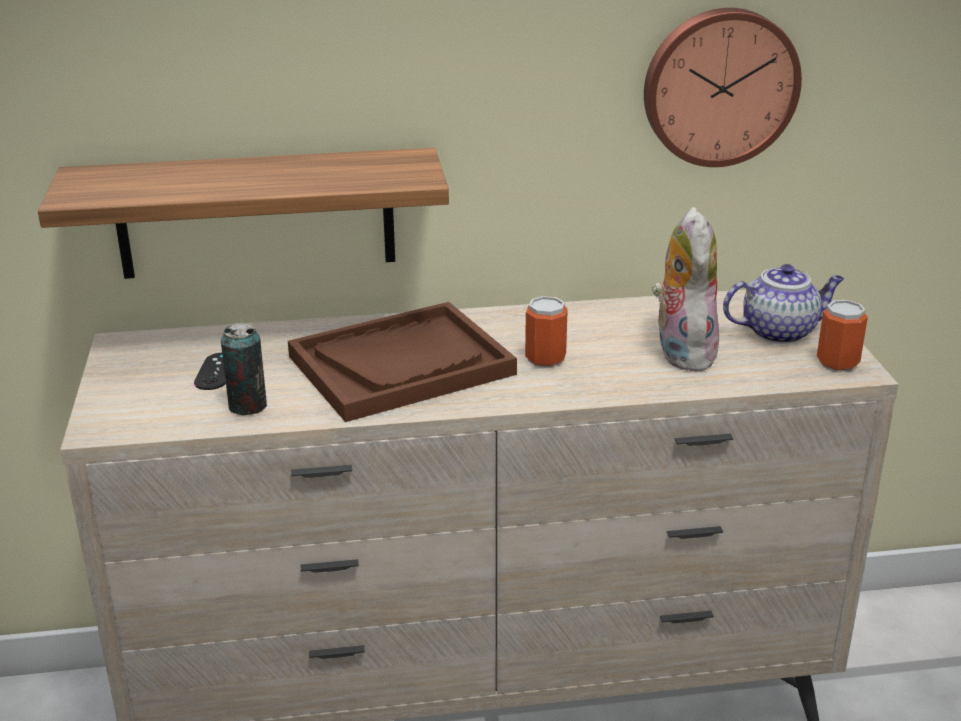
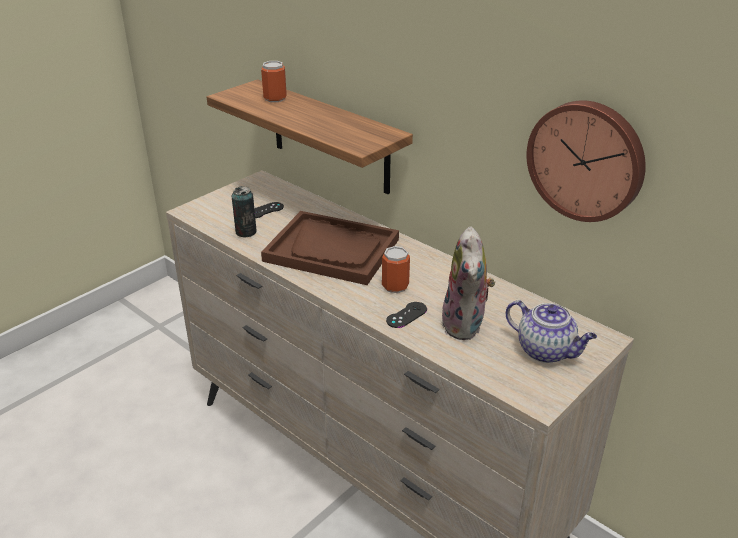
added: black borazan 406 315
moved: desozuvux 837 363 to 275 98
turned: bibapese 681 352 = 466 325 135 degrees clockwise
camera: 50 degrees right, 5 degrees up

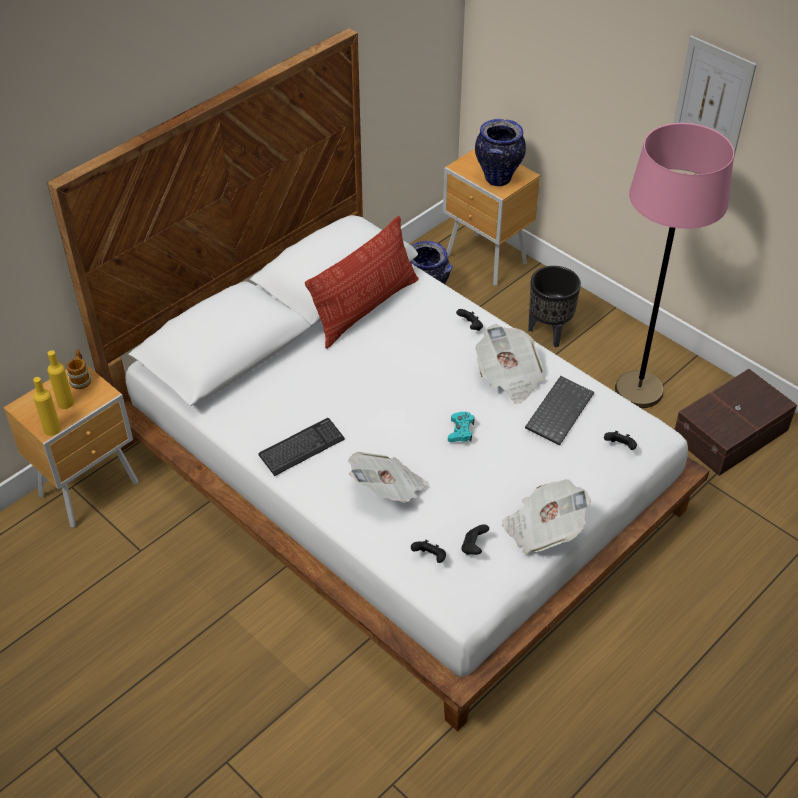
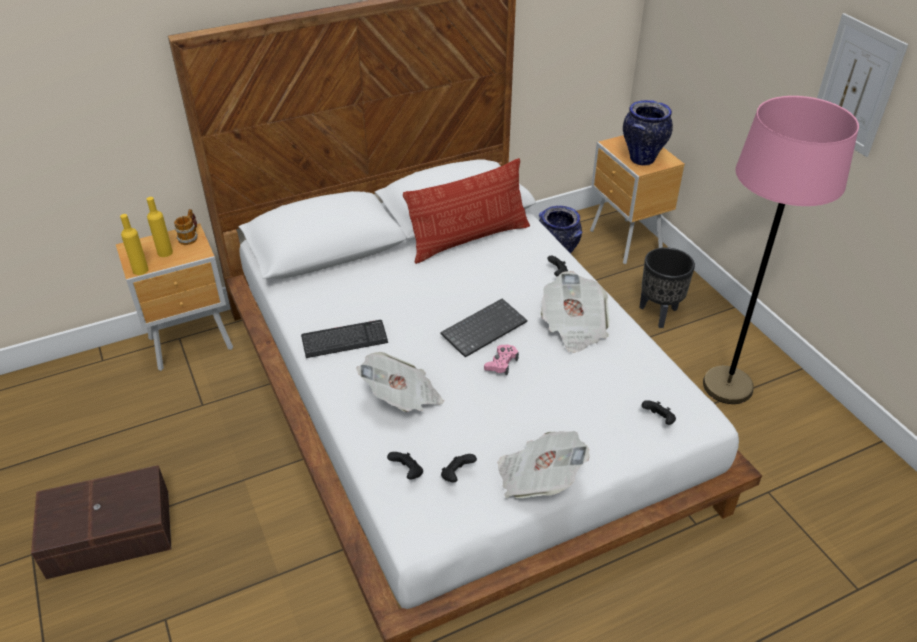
moved: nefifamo 558 410 to 484 328; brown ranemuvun 732 434 to 111 535
recoloured: turquoise borazan 461 431 to pink borazan 501 363
camera: 20 degrees right, 5 degrees down

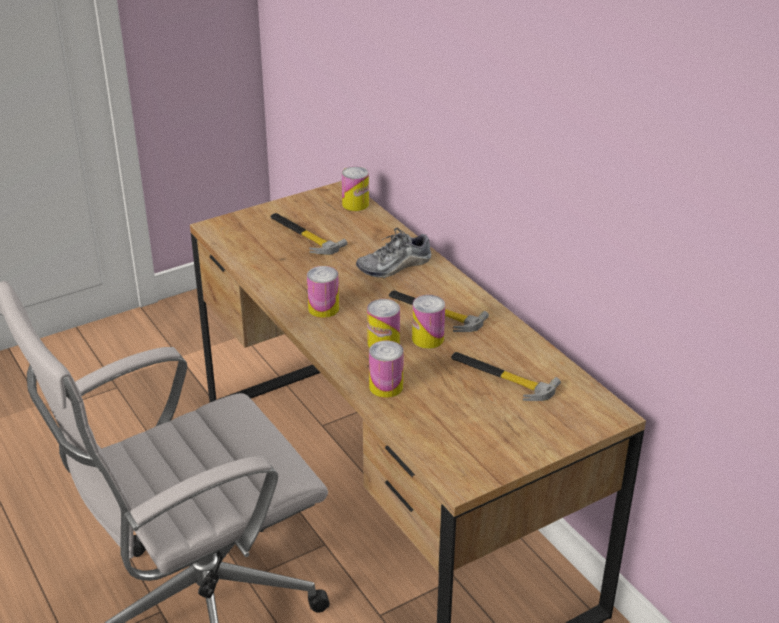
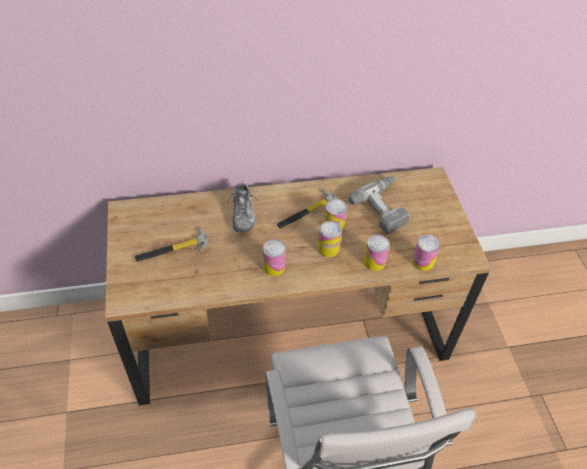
moved: desozuvux 355 204 to 422 262
replaced: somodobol 501 378 to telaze 386 207
camera: 70 degrees left, 15 degrees up

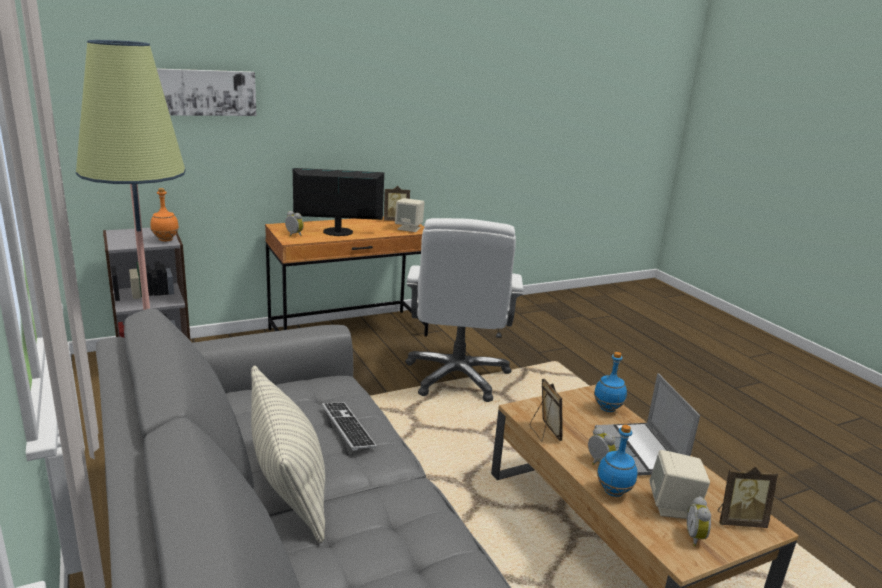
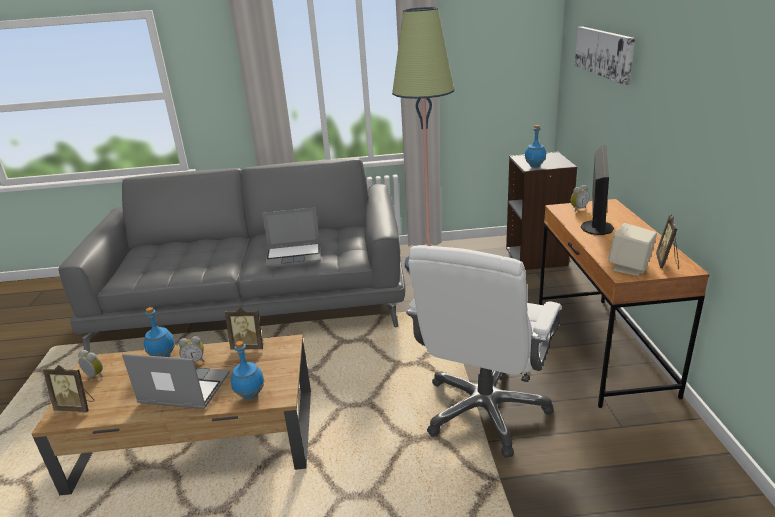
removed: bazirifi 288 486; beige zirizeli 673 506
replaced: nefifamo 348 427 to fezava 295 256
recoloured: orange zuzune 166 240 to blue zuzune 535 166
turned: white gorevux 457 377 = 484 410 90 degrees counterclockwise; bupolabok 738 521 = 76 406 105 degrees counterclockwise
camera: 115 degrees right, 5 degrees up

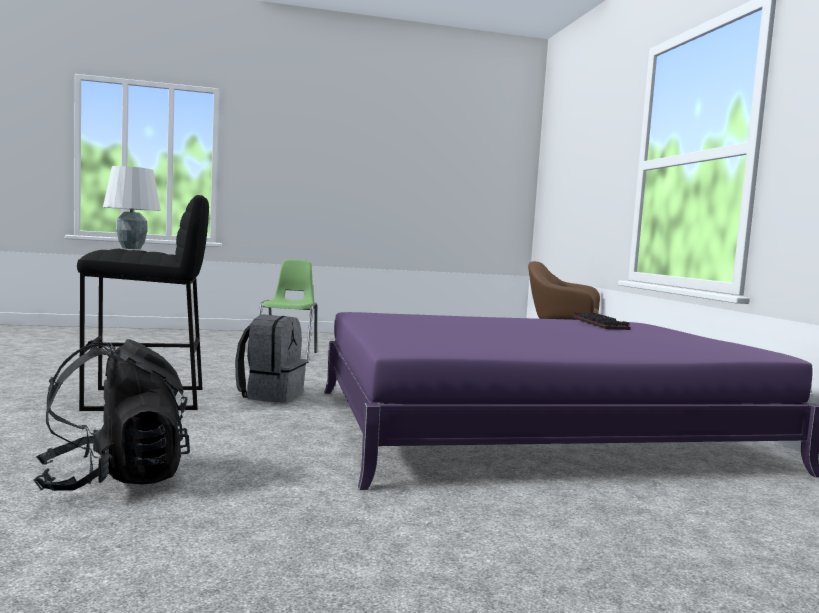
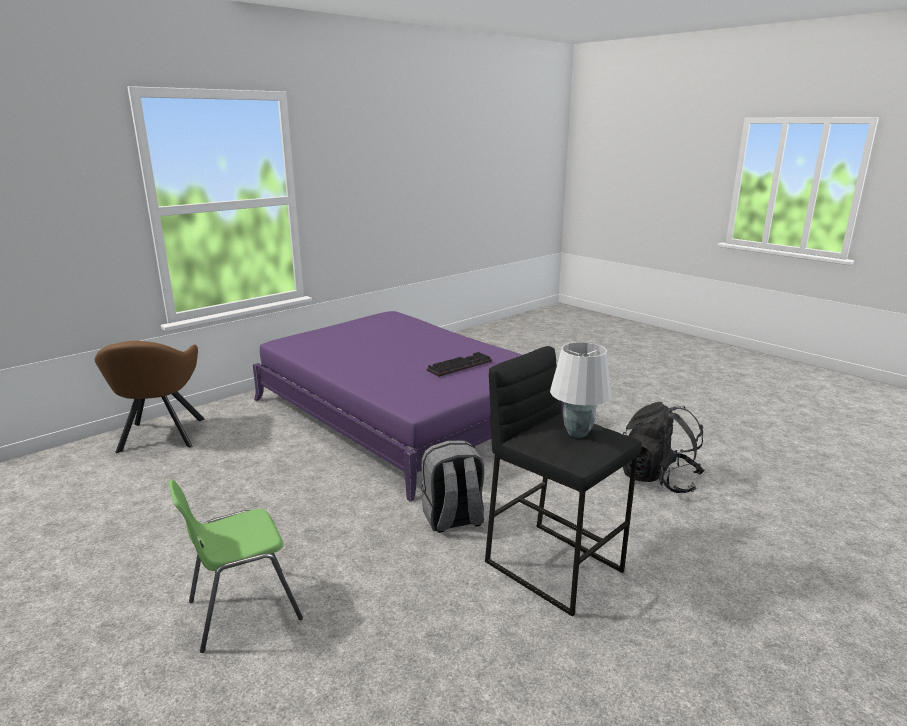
moved: nefifamo 601 324 to 459 365
camera: 120 degrees left, 15 degrees up

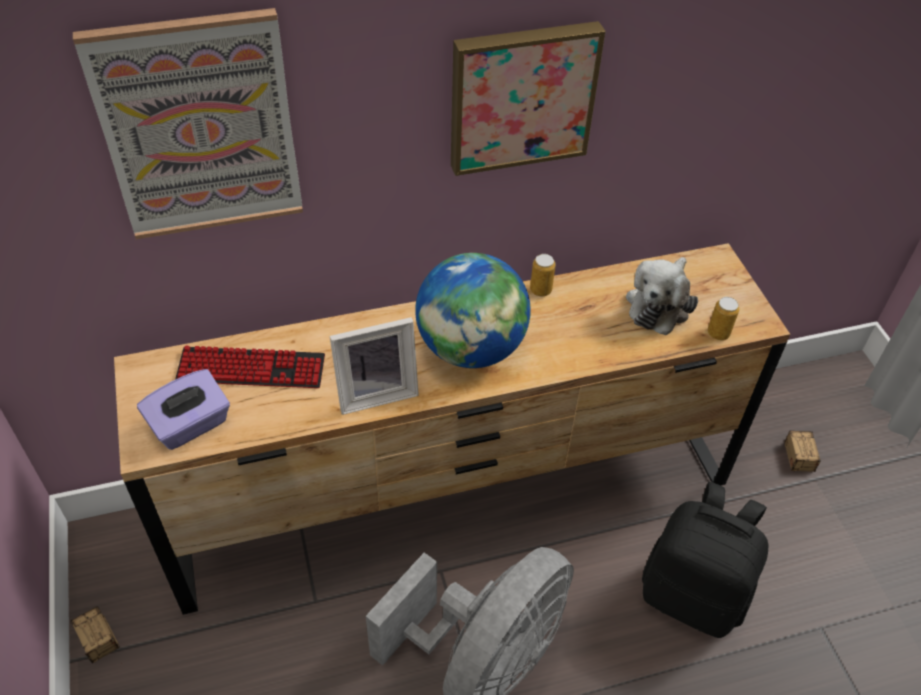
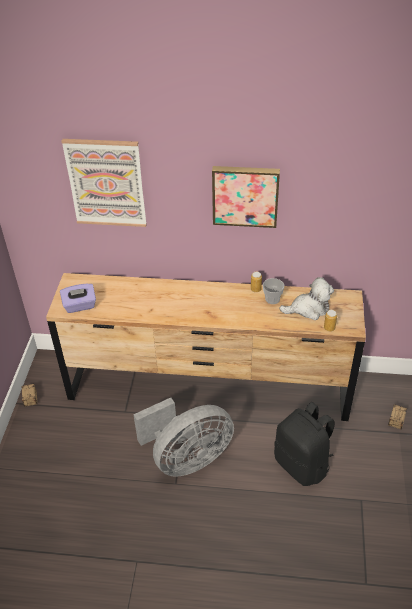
removed: nefifamo 251 369; bupolabok 376 392; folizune 471 348
added: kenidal 272 299
turned: bibapese 659 304 = 308 309 150 degrees counterclockwise
camera: 25 degrees right, 5 degrees down

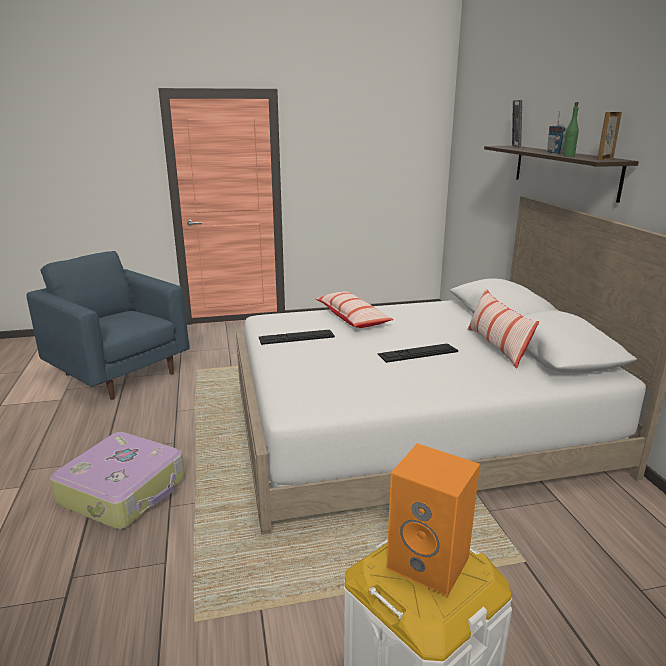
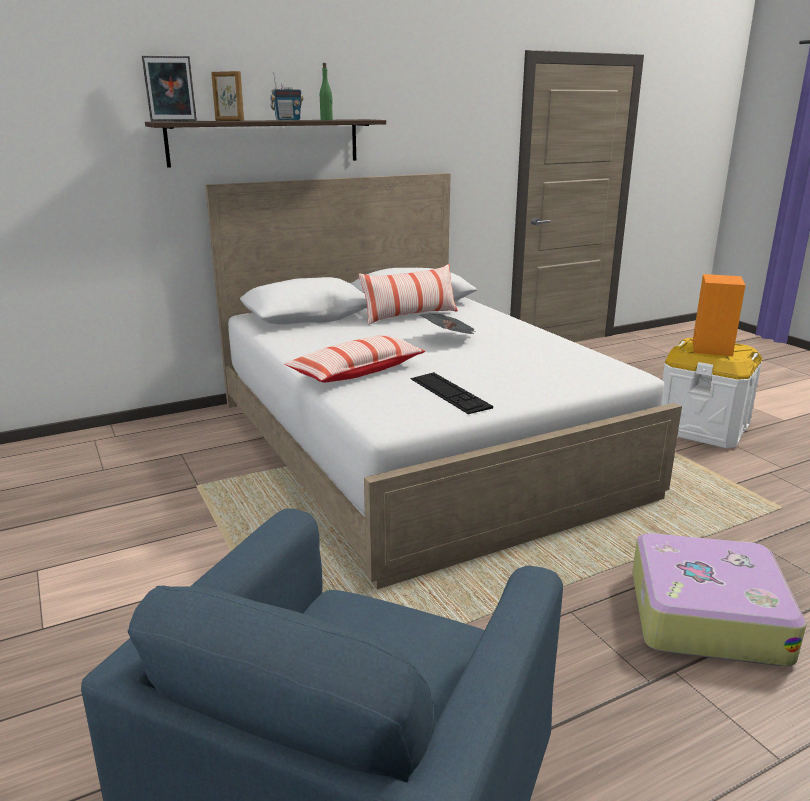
moved: bupolabok 605 159 to 229 120
replaced: nefifamo 418 353 to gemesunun 450 339
camera: 105 degrees left, 0 degrees up

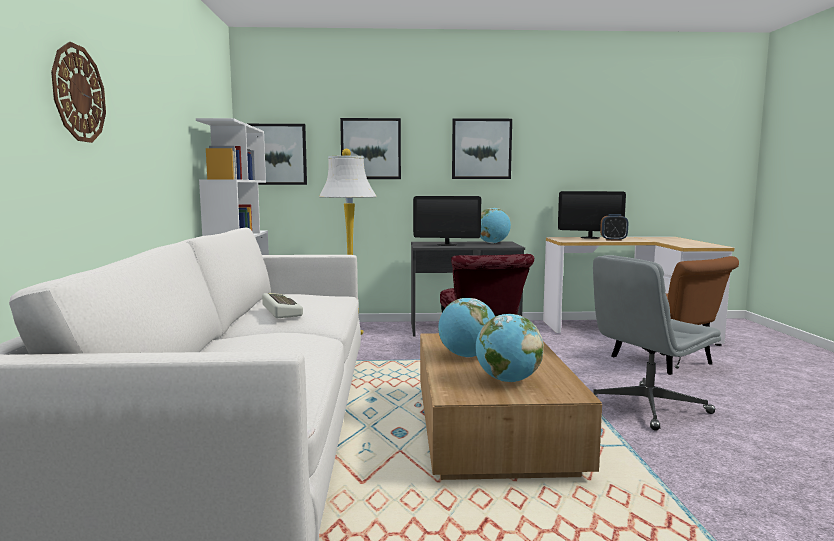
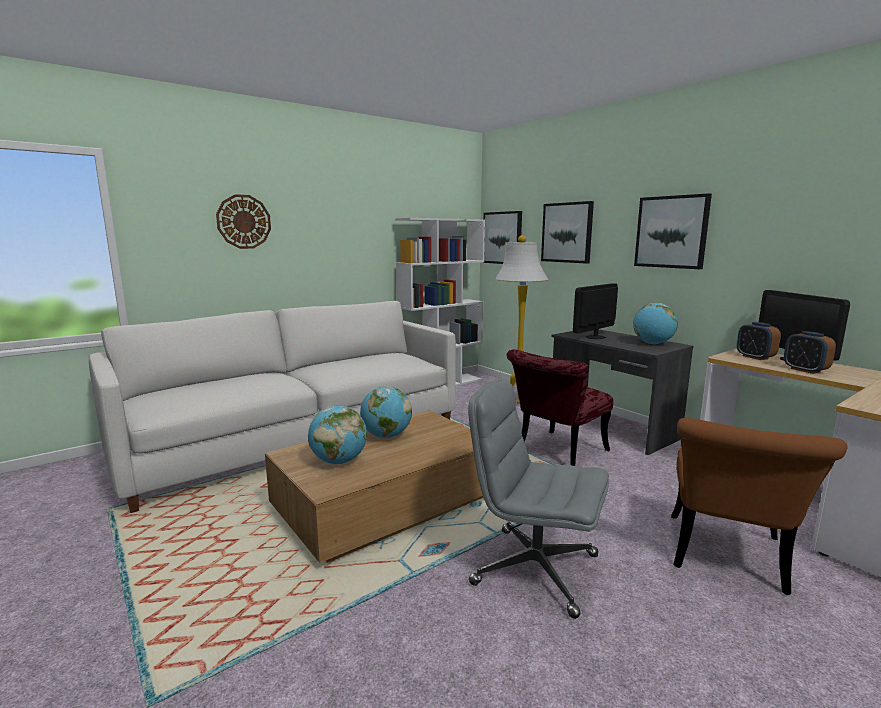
removed: nefifamo 280 311
added: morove 755 357
turned: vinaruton 447 245 = 595 337 75 degrees clockwise
camera: 55 degrees right, 5 degrees up

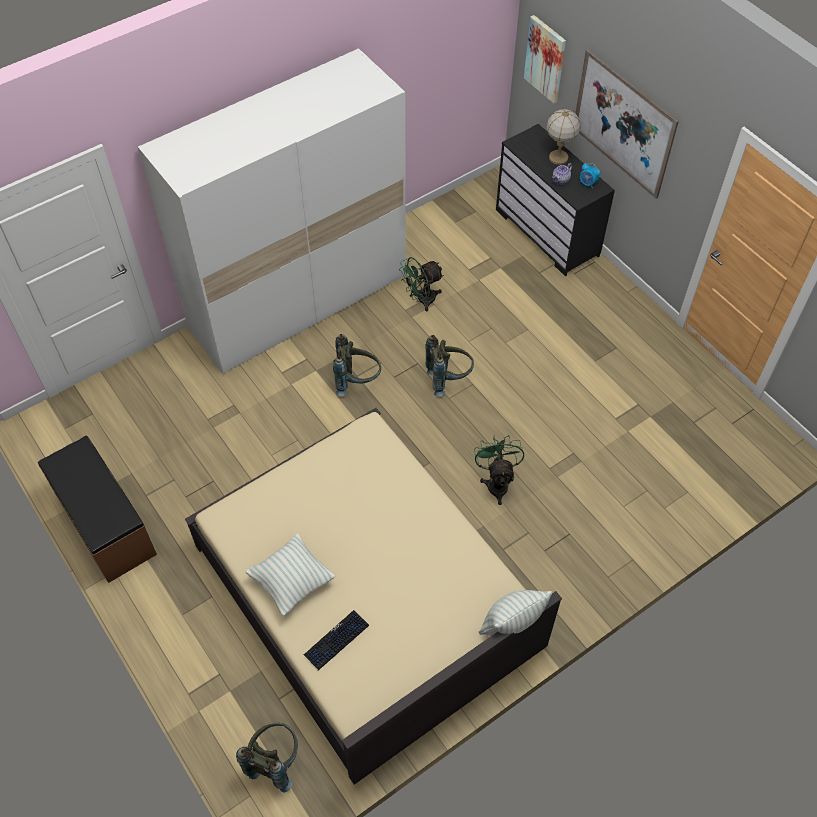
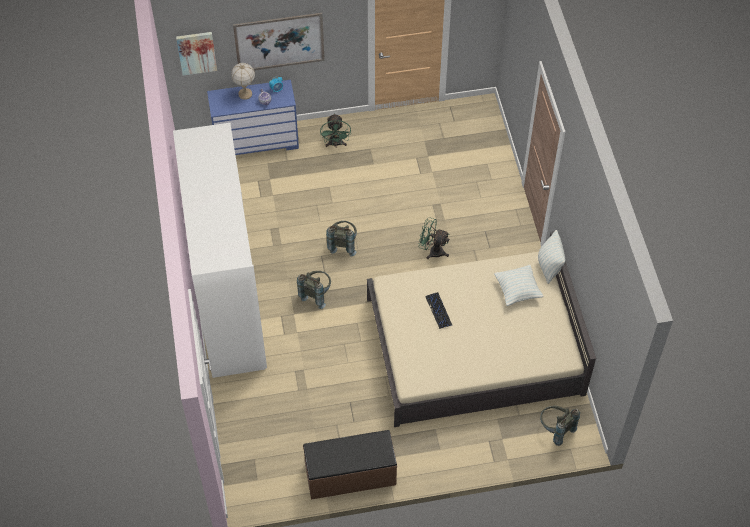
moved: bazirifi 292 581 to 517 291; nefifamo 336 640 to 438 311; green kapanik 421 300 to 335 144
recoloured: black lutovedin 547 232 to blue lutovedin 256 141
camera: 65 degrees left, 0 degrees up

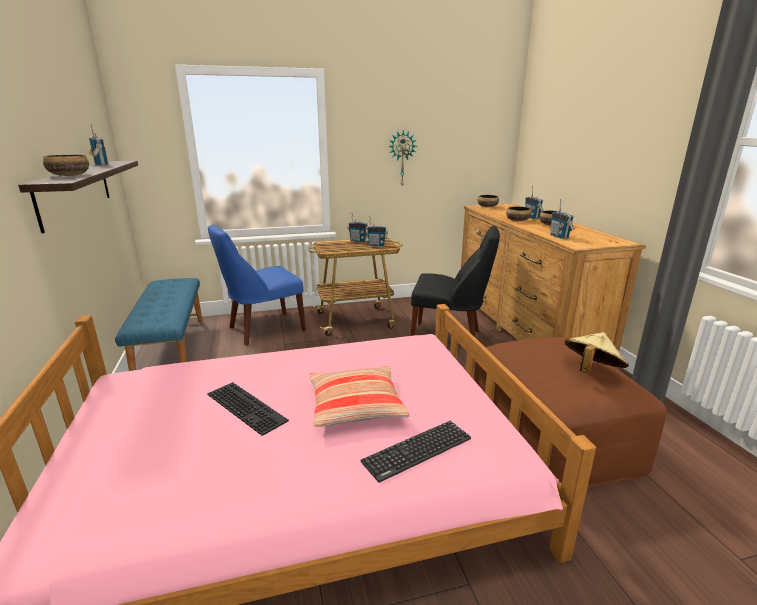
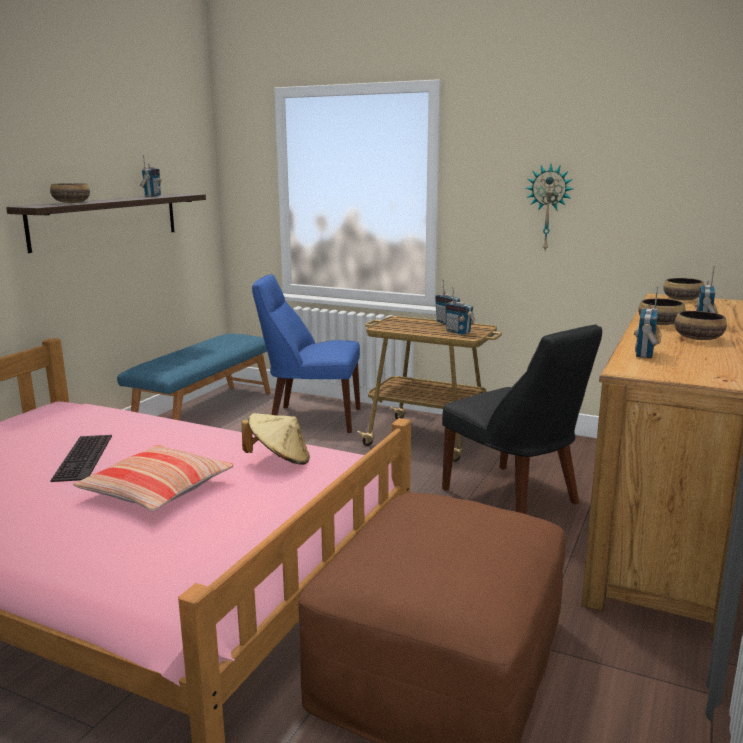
removed: nefifamo 417 450
moved: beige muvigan 591 370 to 279 460
camera: 40 degrees right, 5 degrees down

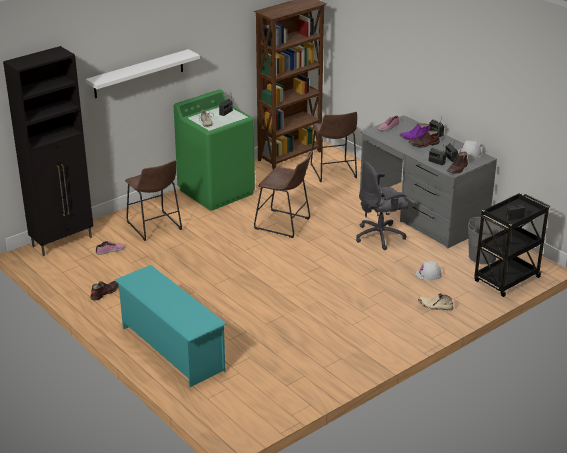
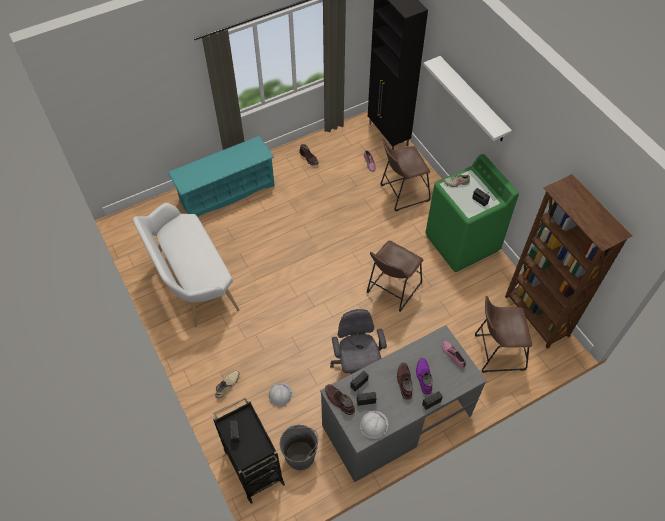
added: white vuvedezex 192 283
camera: 100 degrees right, 25 degrees up

